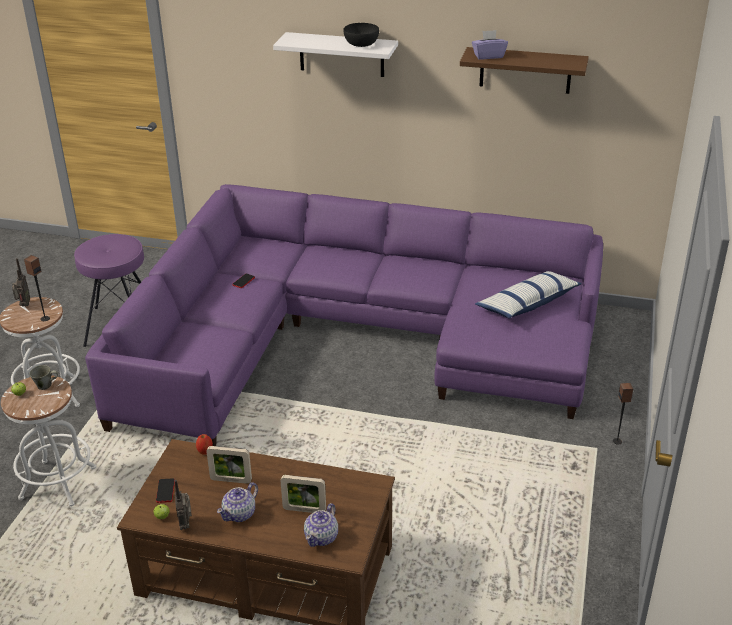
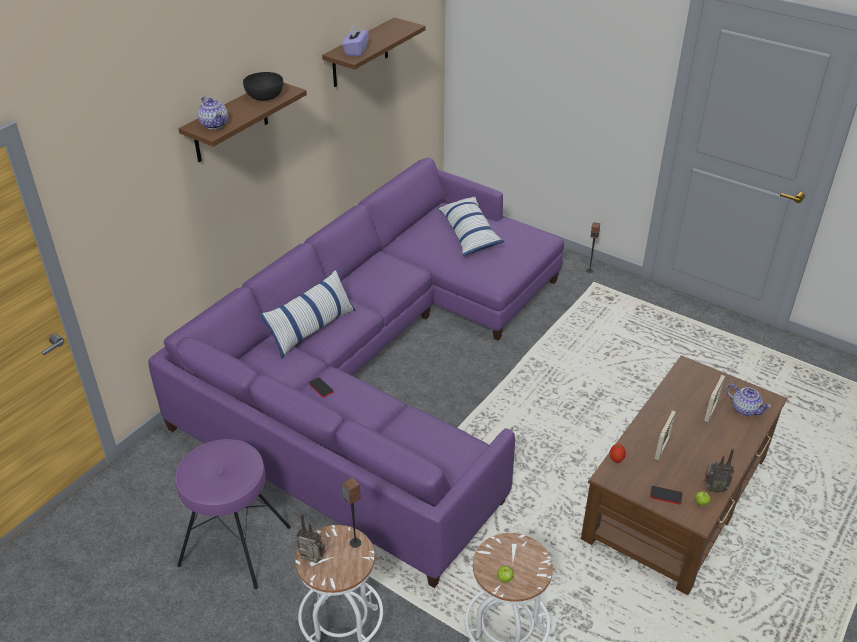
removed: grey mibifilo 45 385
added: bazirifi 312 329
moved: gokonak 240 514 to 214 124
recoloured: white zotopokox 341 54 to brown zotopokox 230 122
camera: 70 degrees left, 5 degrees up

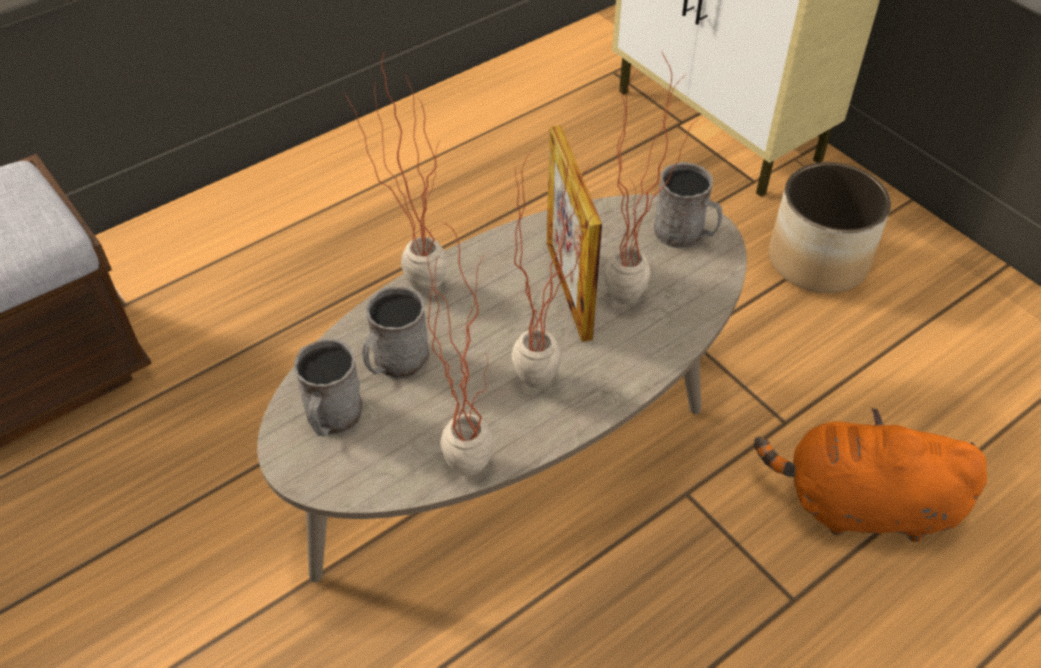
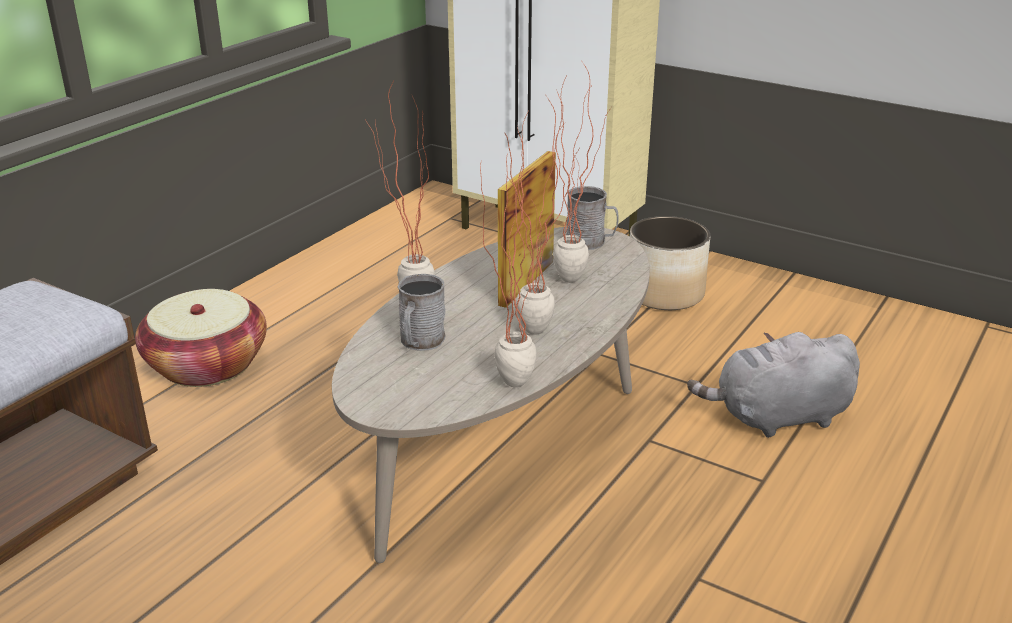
removed: grey mibifilo 332 418
added: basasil 207 365
recoloured: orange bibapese 861 505 to grey bibapese 777 418
turned: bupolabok 568 289 = 526 283 60 degrees clockwise
camera: 20 degrees left, 20 degrees down

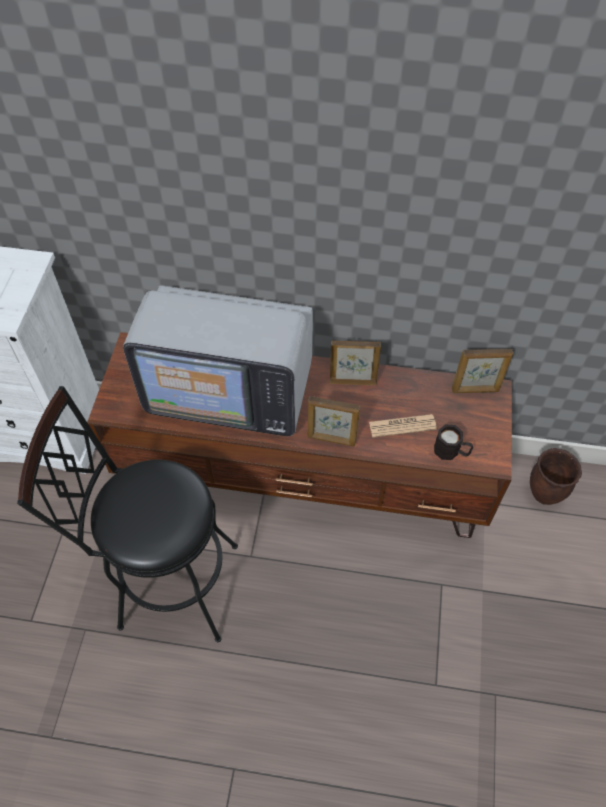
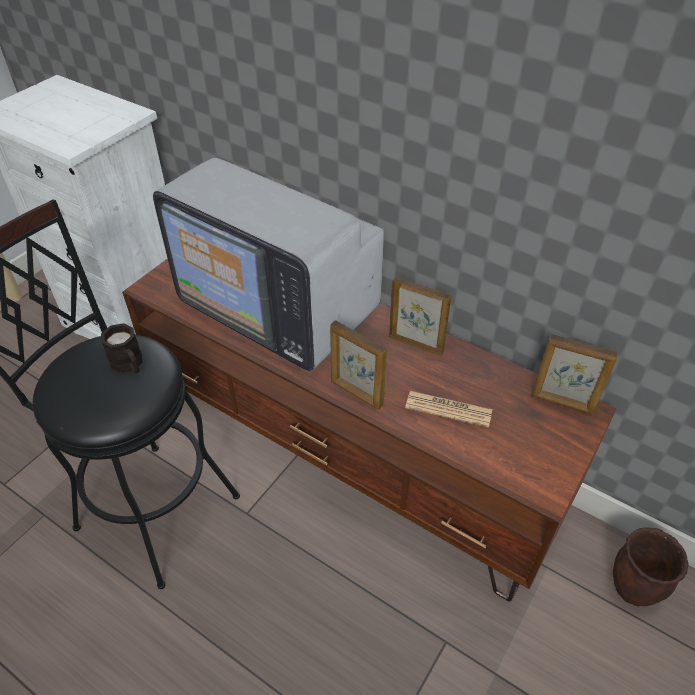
moved: black mibifilo 451 451 to 129 365
camera: 25 degrees right, 10 degrees down

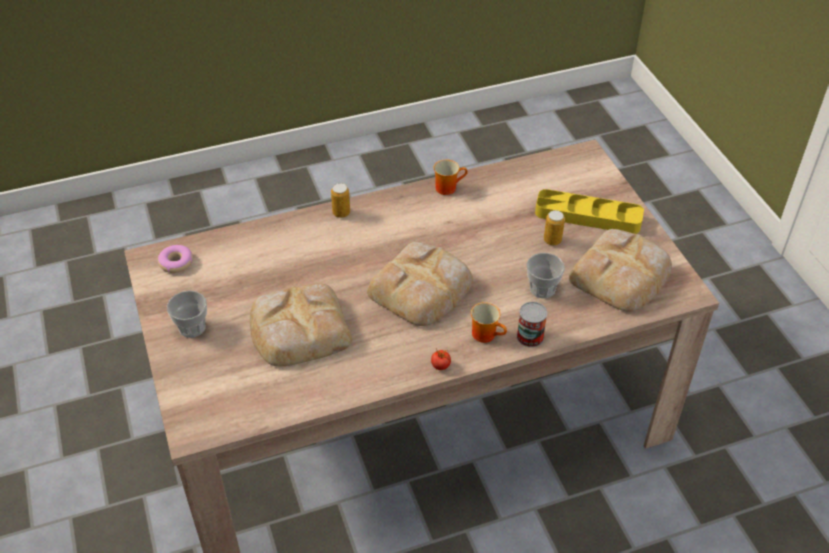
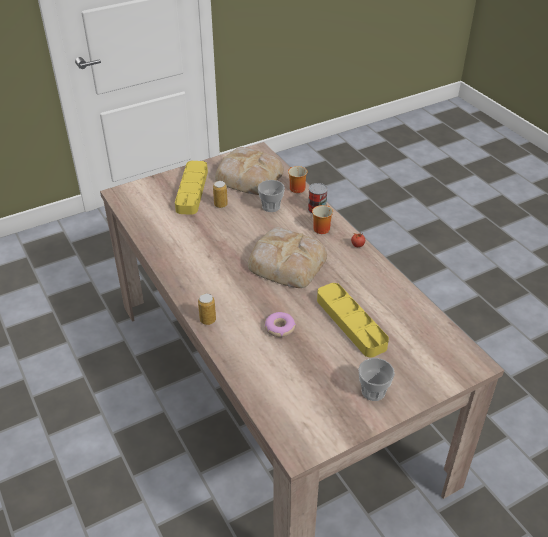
moved: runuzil 176 262 to 279 328; mibifilo 447 187 to 295 188
replaced: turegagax 298 329 to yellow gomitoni 350 323
camera: 100 degrees left, 5 degrees down

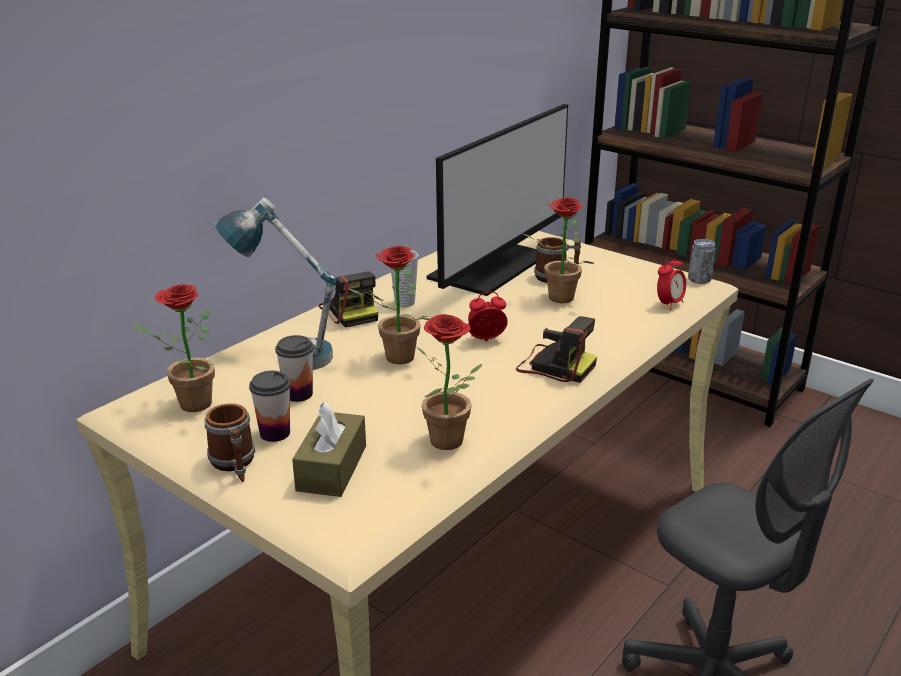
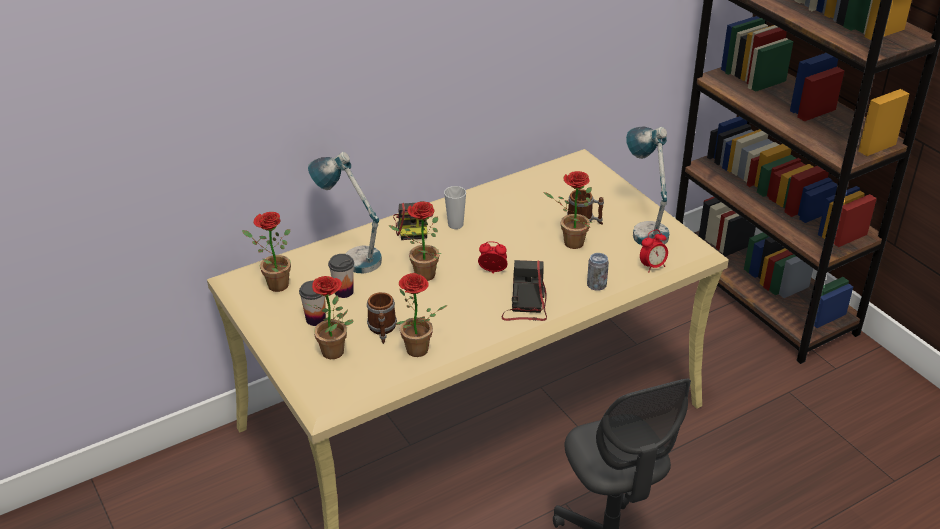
removed: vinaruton 491 267
added: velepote 644 227
moved: mibifilo 234 464 to 382 330; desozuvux 699 279 to 596 285
replaced: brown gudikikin 332 468 to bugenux 337 353
turned: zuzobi 554 366 = 526 305 135 degrees counterclockwise
camera: 20 degrees right, 10 degrees up

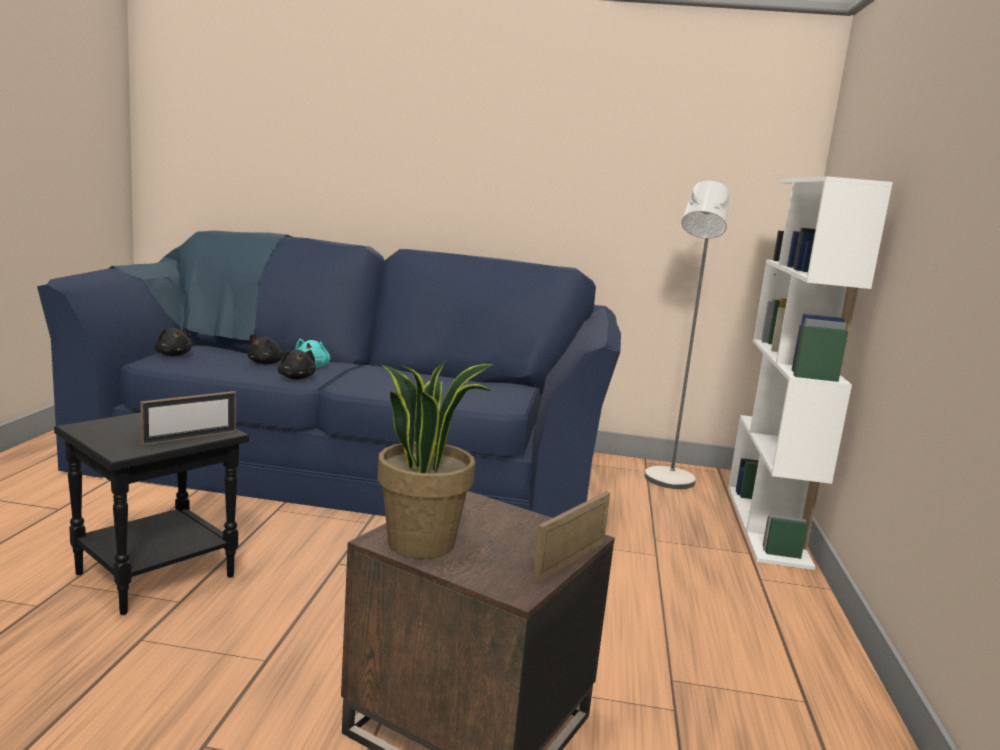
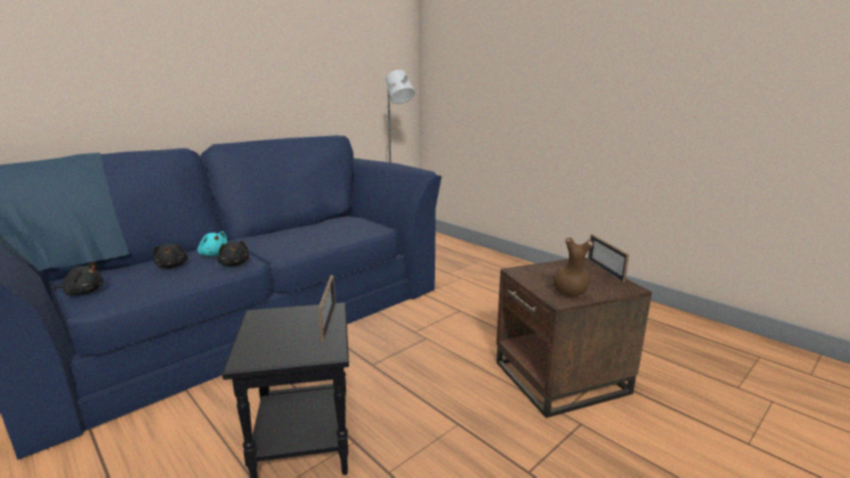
removed: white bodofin 767 524
replaced: bugenux 422 543 to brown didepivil 569 293
turned: black bibapese 296 378 = 234 264 45 degrees clockwise
camera: 50 degrees left, 5 degrees up

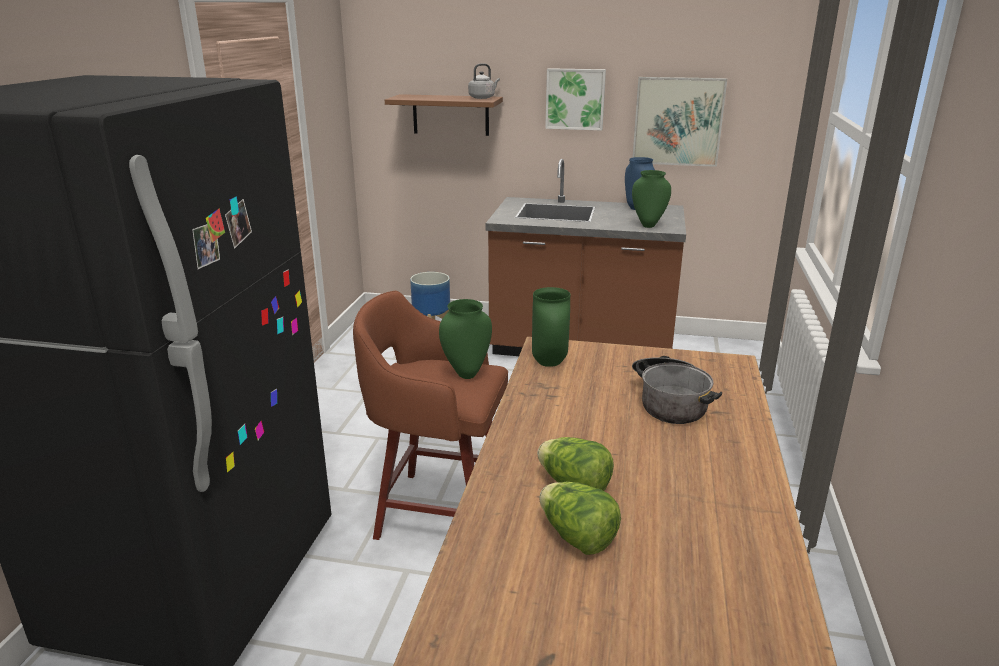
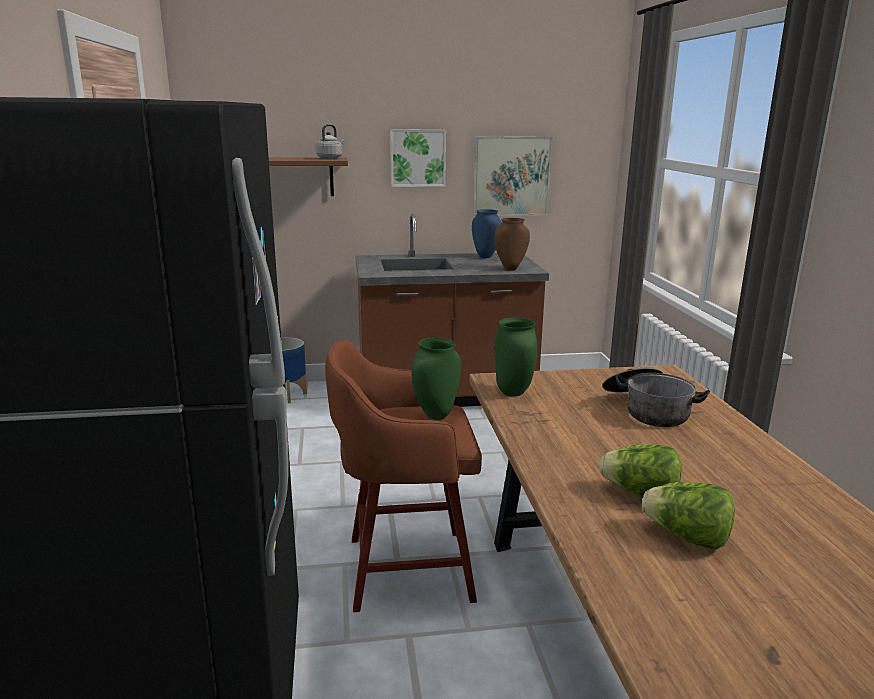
recoloured: green didepivil 648 226 to brown didepivil 510 269
camera: 20 degrees left, 5 degrees down

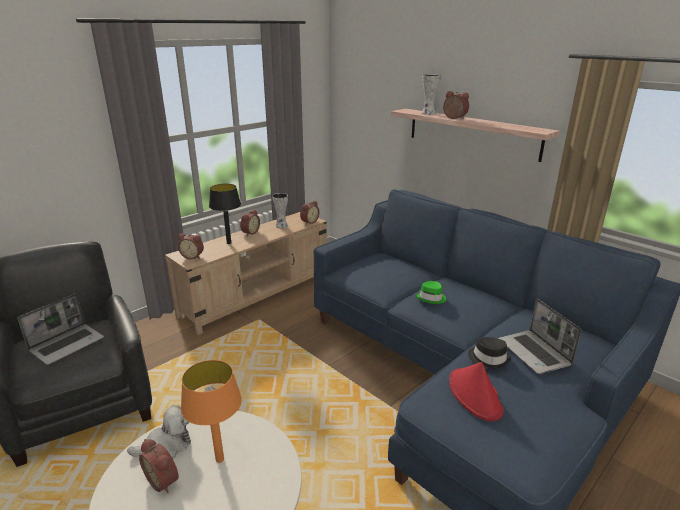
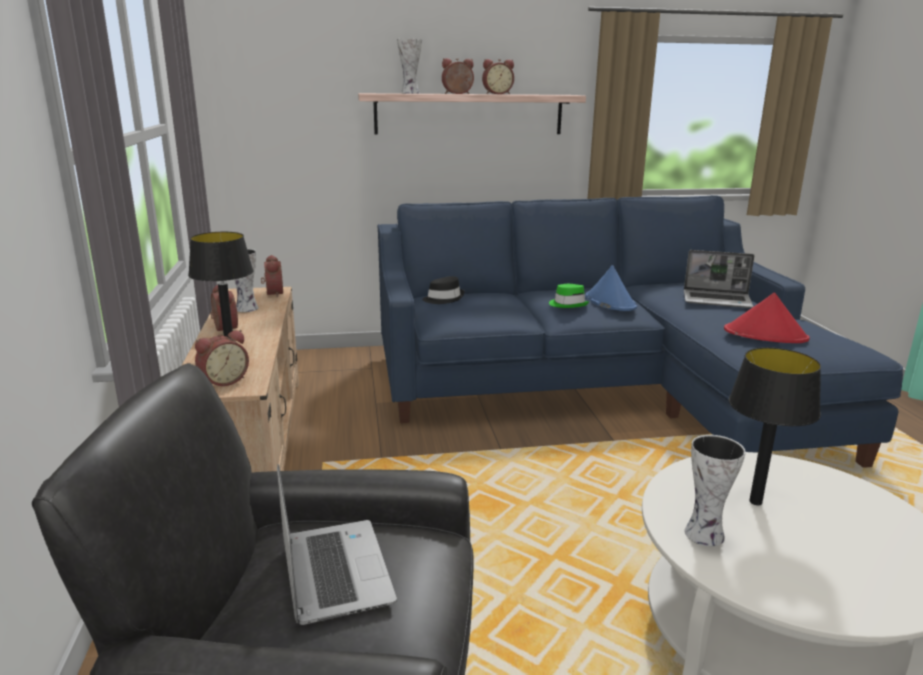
added: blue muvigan 610 302
moved: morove 164 480 to 497 94; black muvigan 489 358 to 443 299
replaced: bibapese 166 445 to didepivil 704 535
recoloured: orange velepote 220 459 to black velepote 756 501
camera: 55 degrees left, 5 degrees down

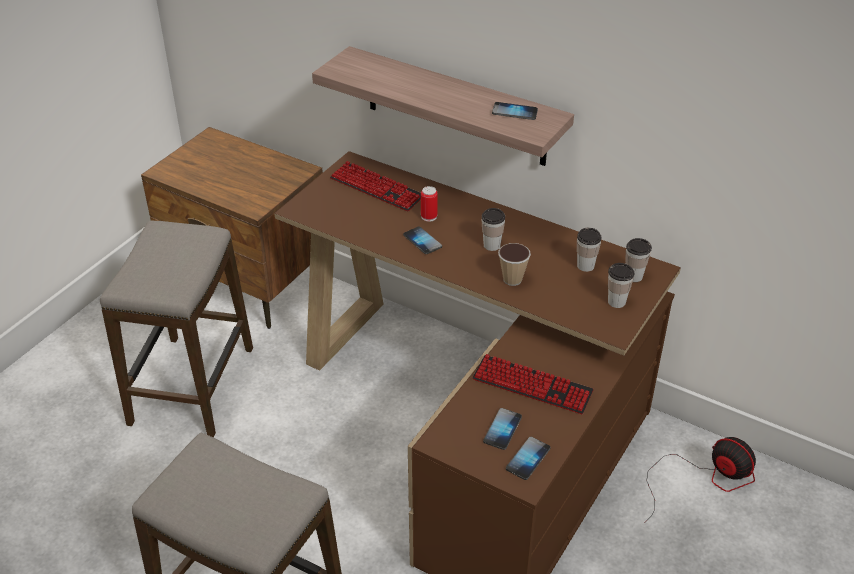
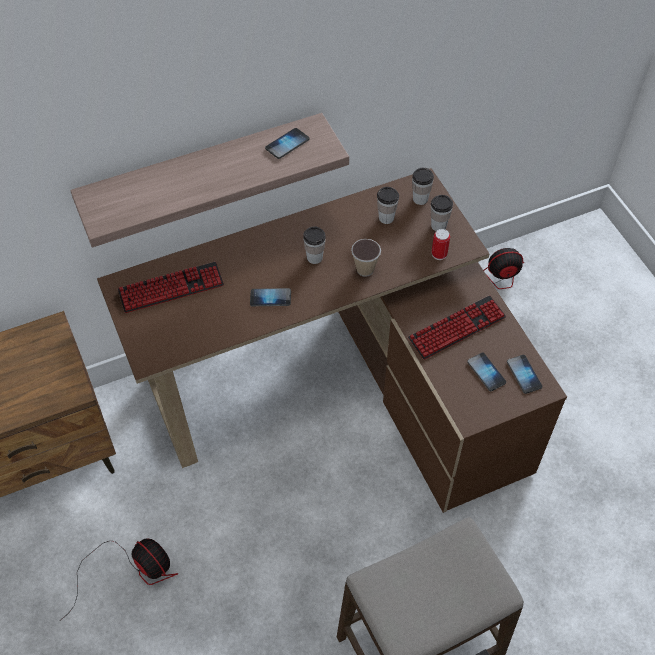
moved: desozuvux 429 216 to 439 254
replaced: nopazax 193 386 to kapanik 132 570
camera: 55 degrees left, 15 degrees up

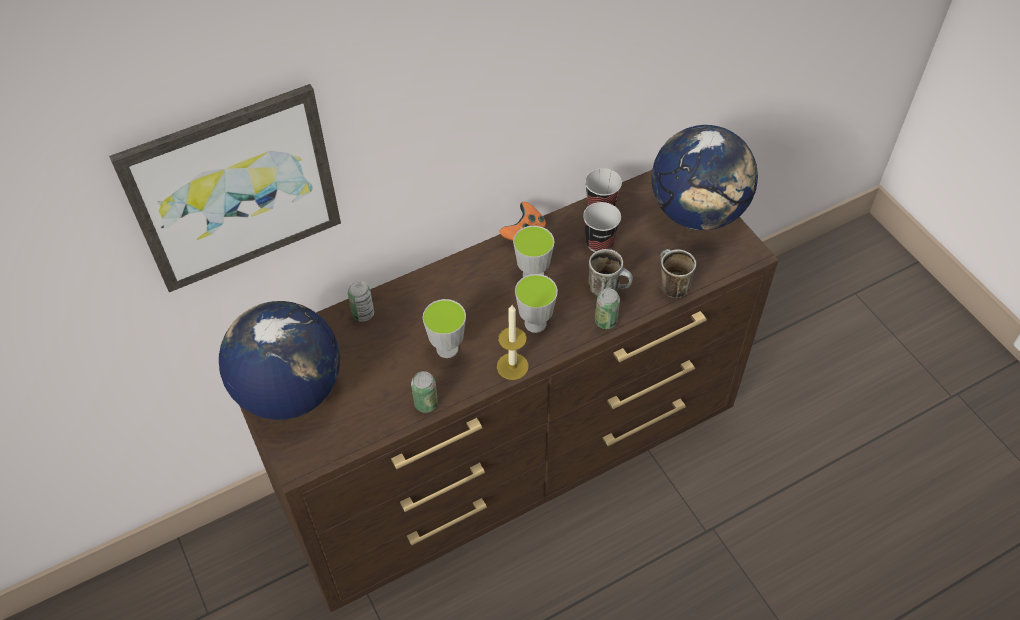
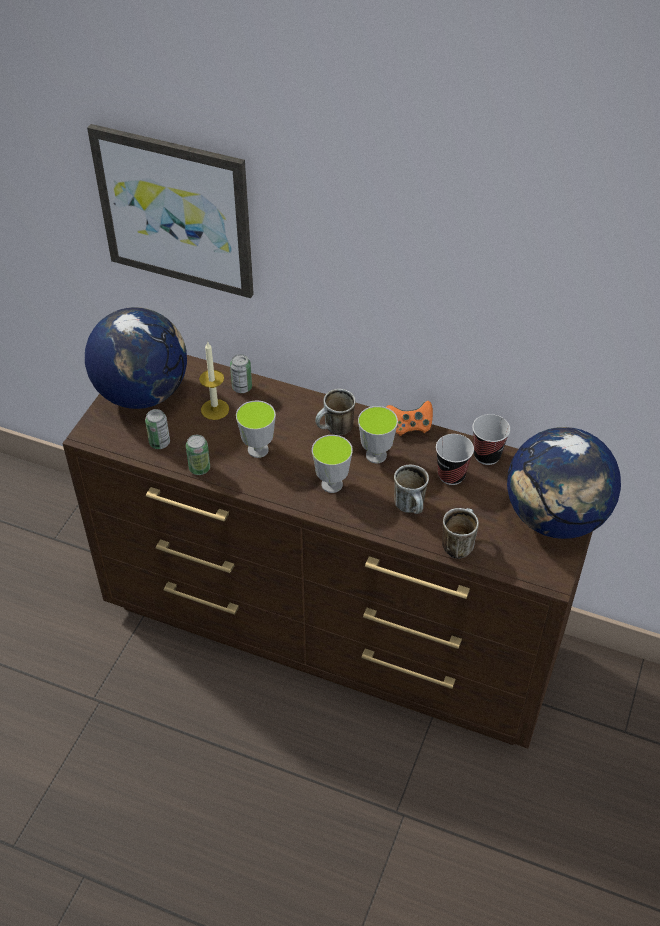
added: mibifilo 335 430
moved: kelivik 512 366 to 215 409; desozuvux 605 321 to 159 443
camera: 50 degrees right, 5 degrees down

